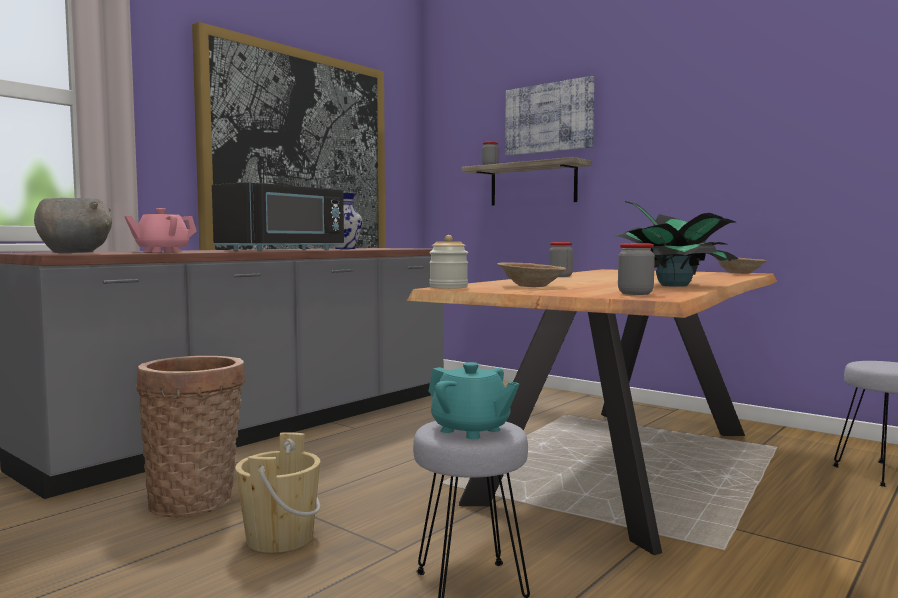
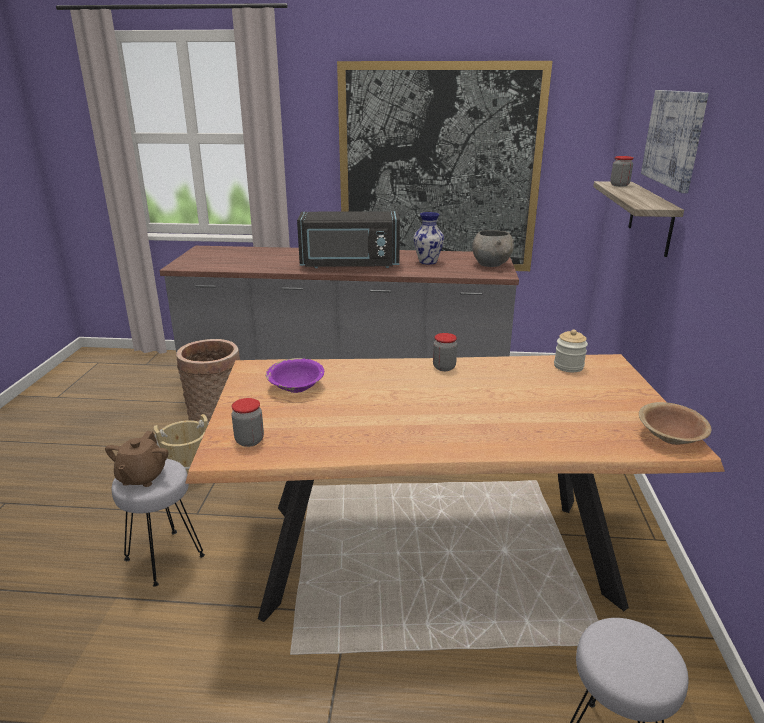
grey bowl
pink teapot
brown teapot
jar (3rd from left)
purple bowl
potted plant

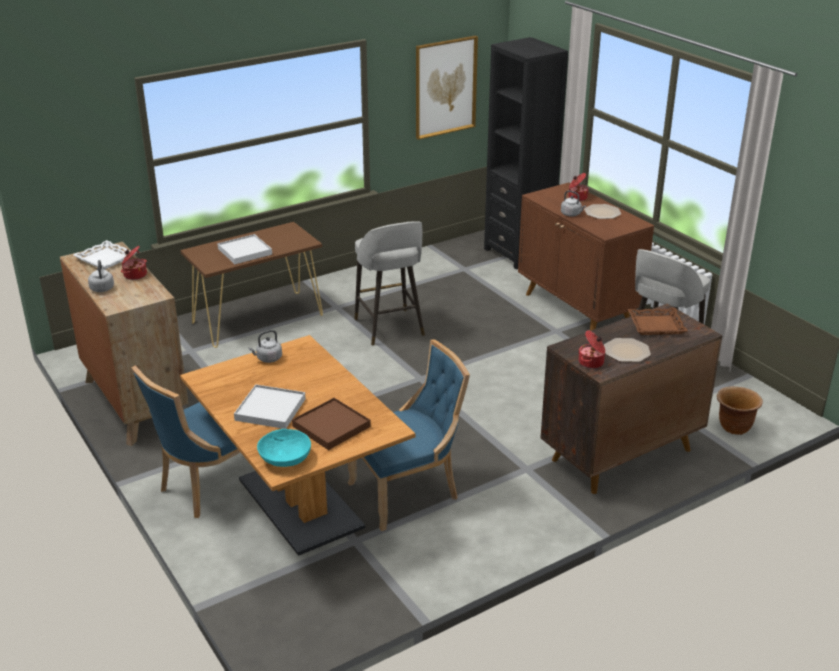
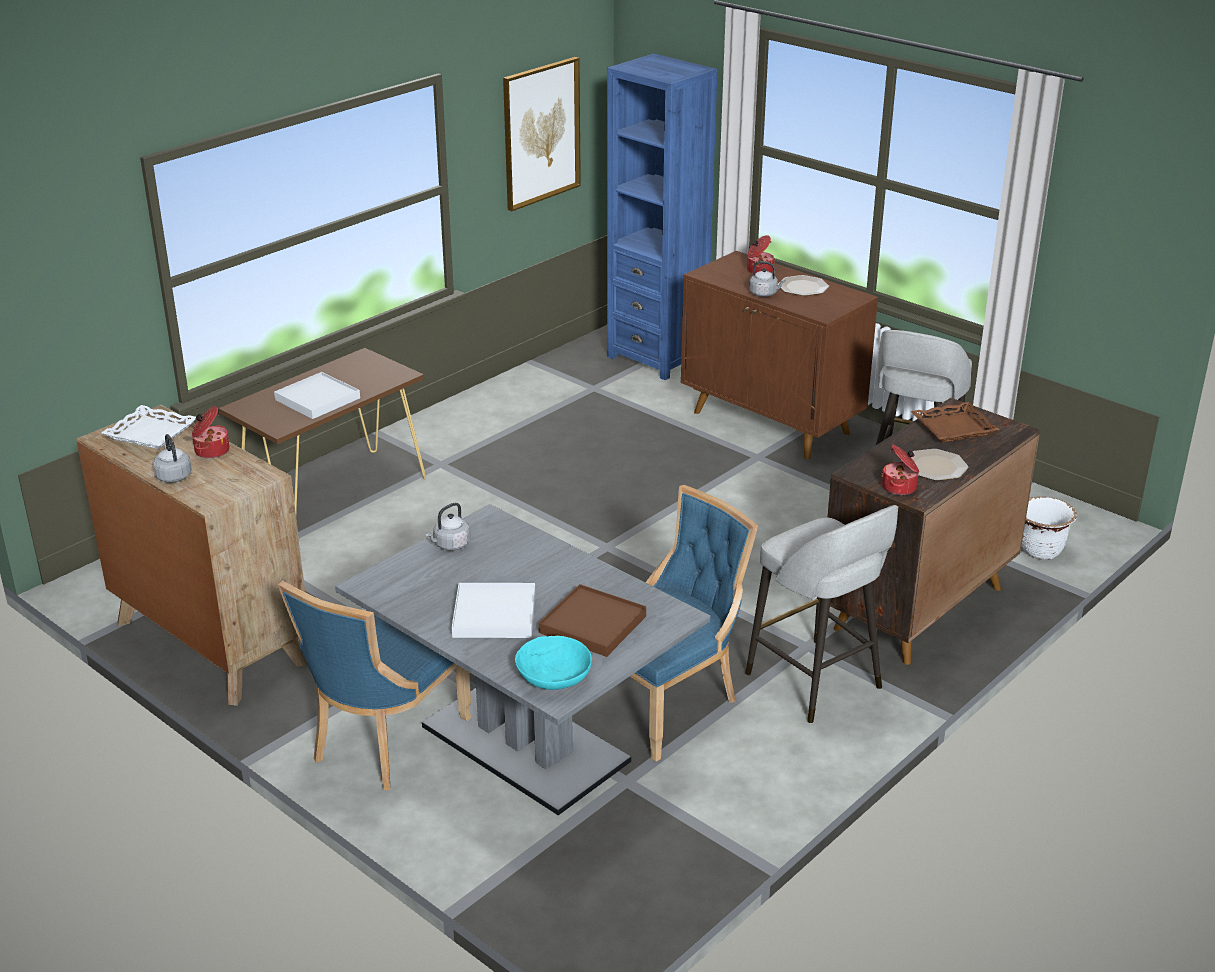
grey dining table
grey stool (1st from left)
blue bookcase
white planter

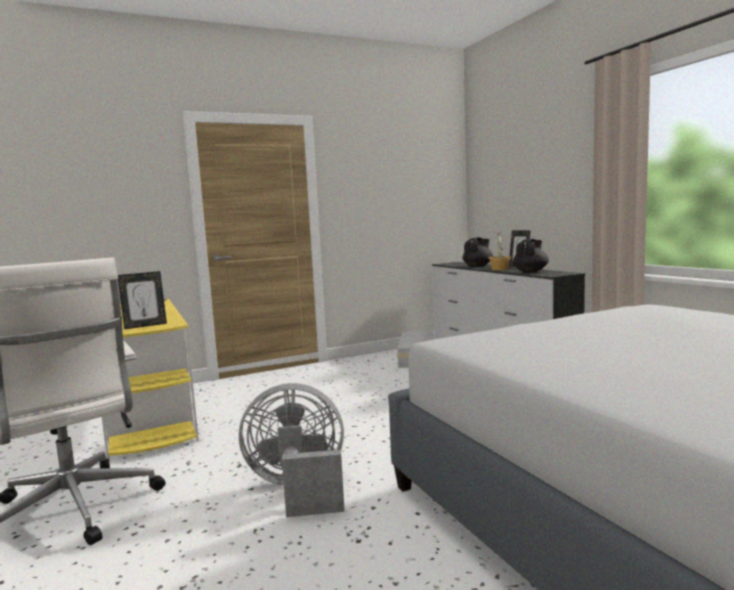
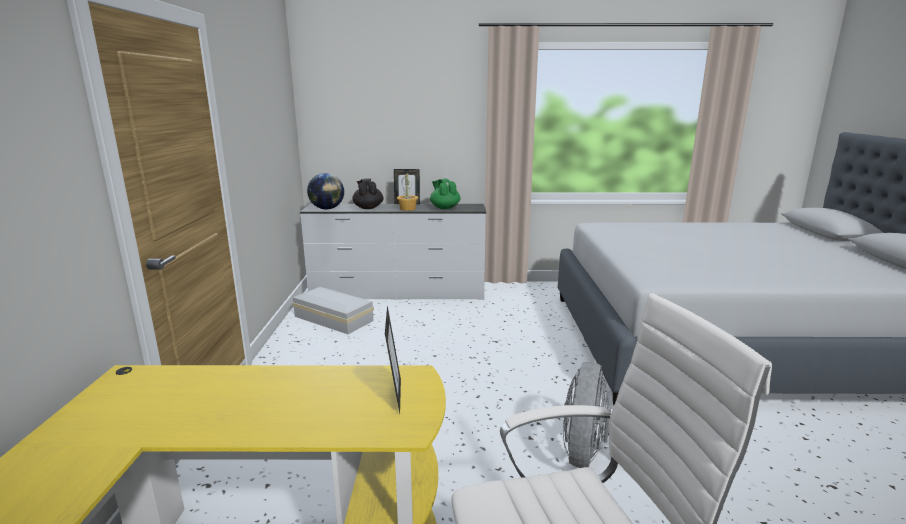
green teapot
globe

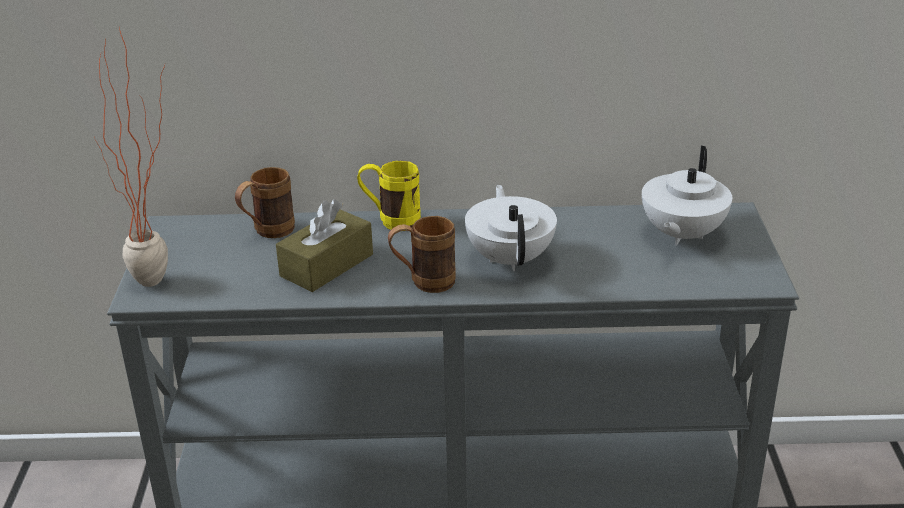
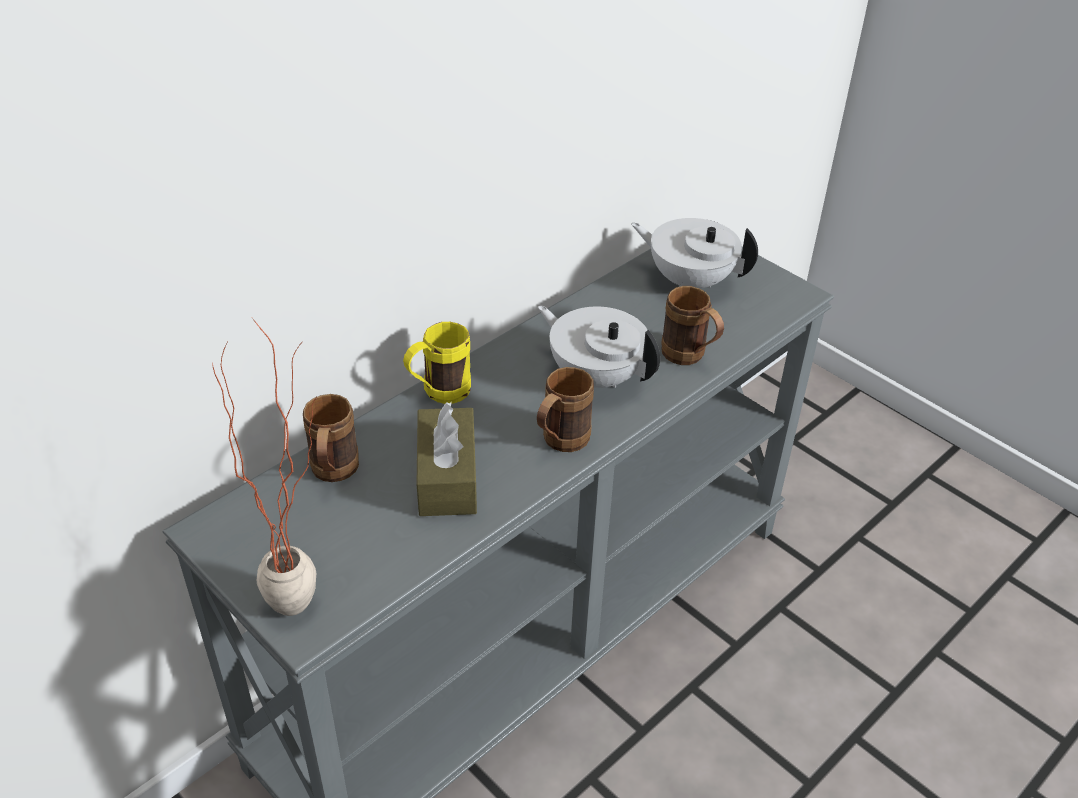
white teapot (2nd from left)
brown mug (3rd from left)

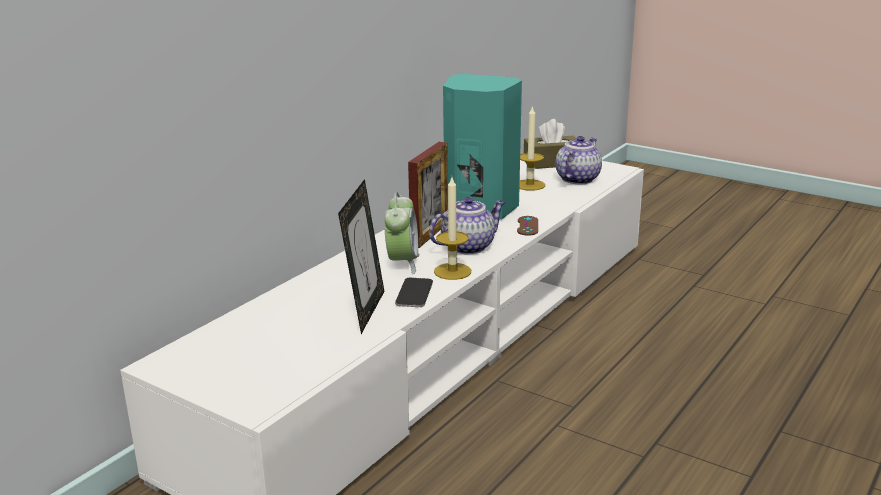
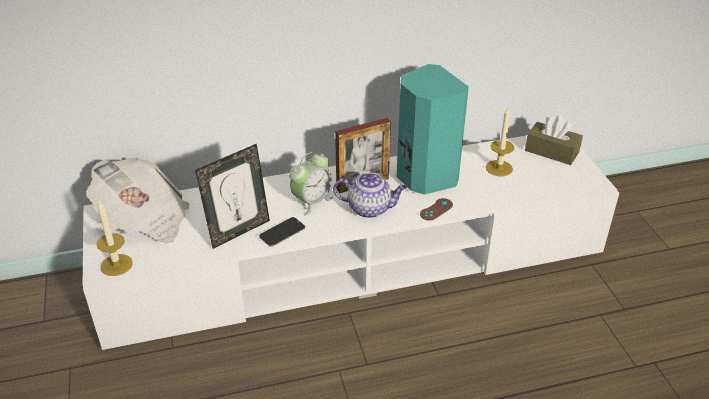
candle (1st from left)
teapot (2nd from left in the first image)
newspaper

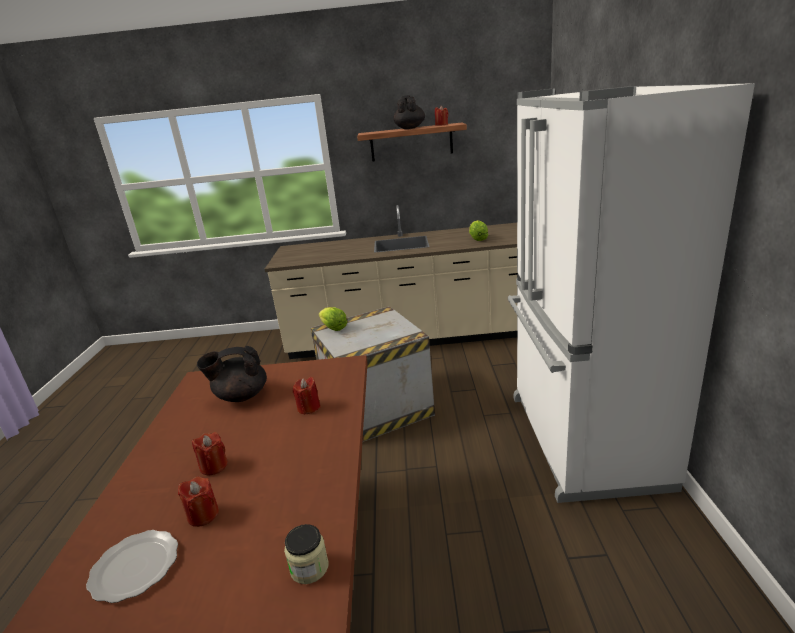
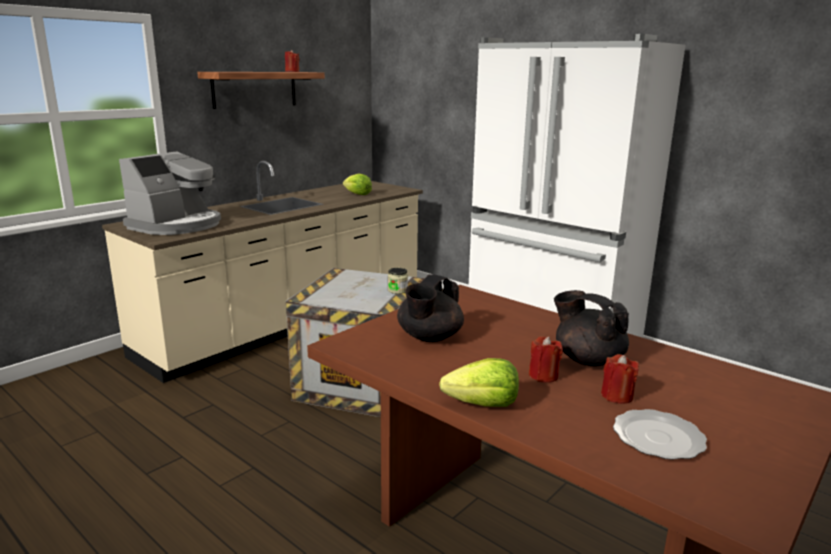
jar
red candle (3rd from left in the first image)
lettuce (2nd from left)
black teapot (2nd from left)
coffee machine

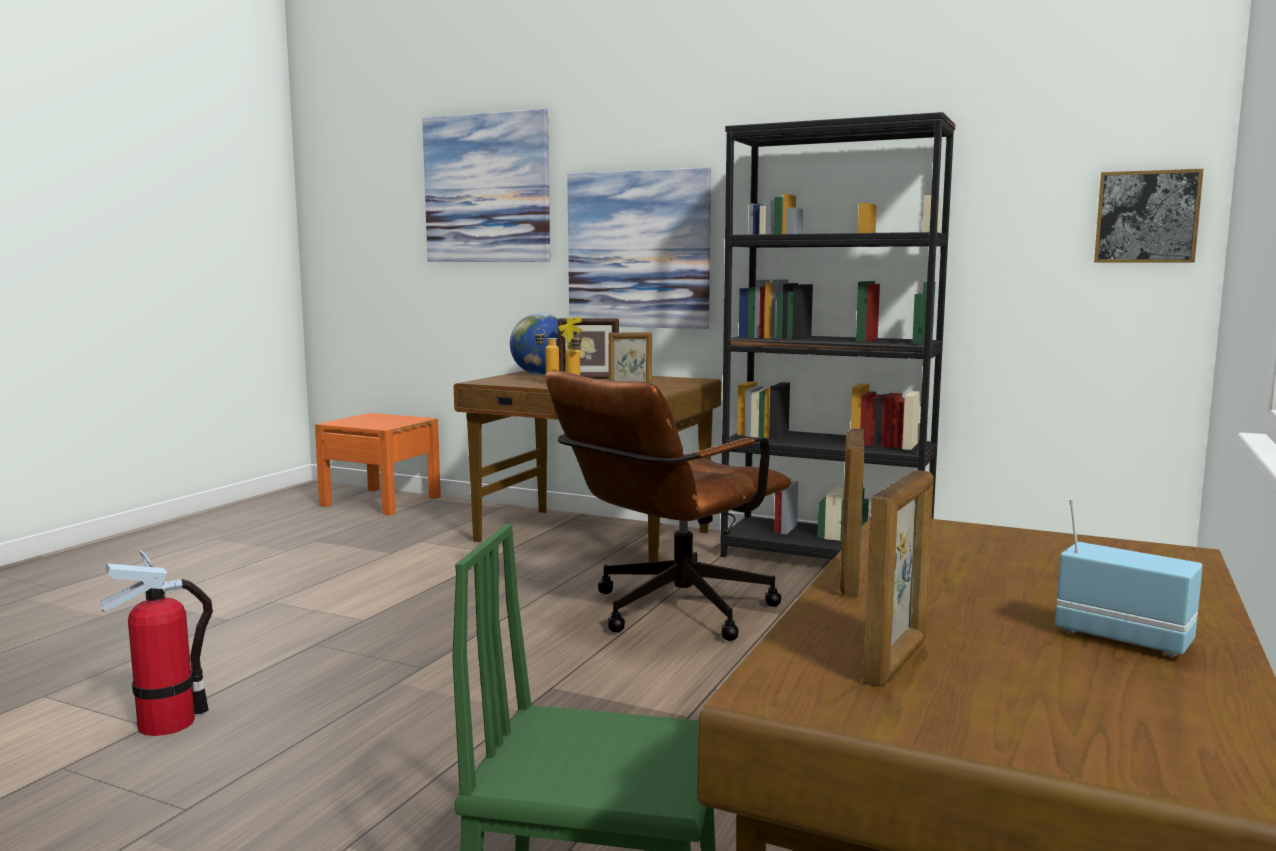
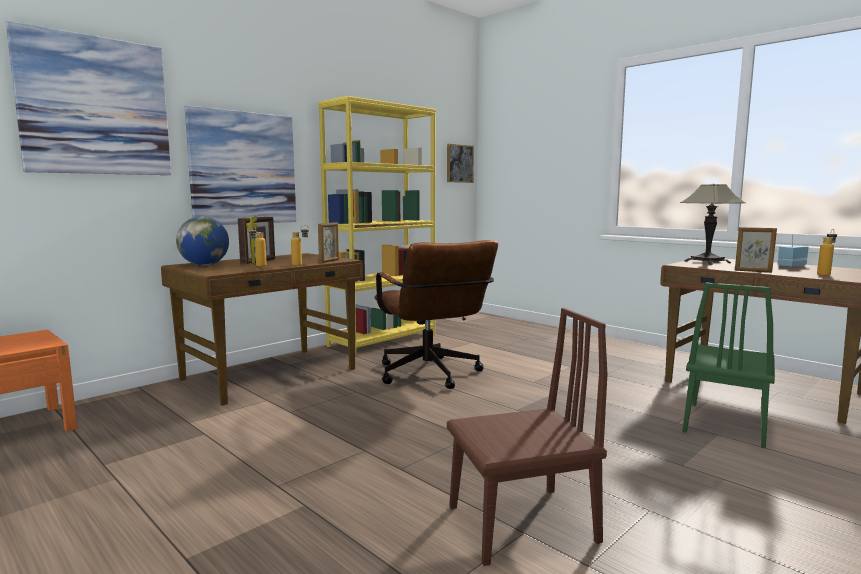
brown chair
yellow bookcase
bottle (3rd from left)
table lamp

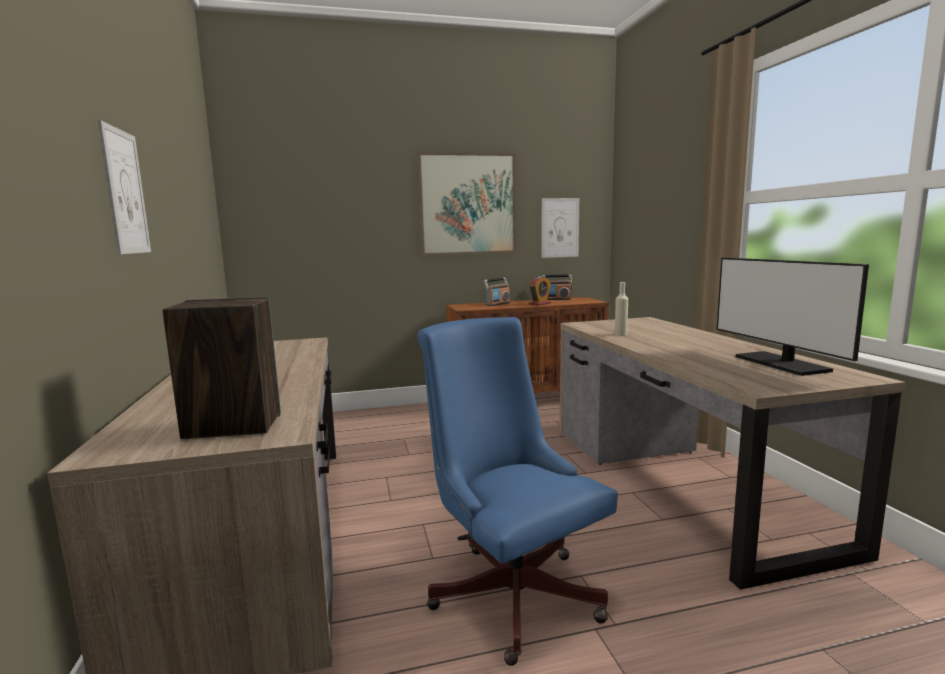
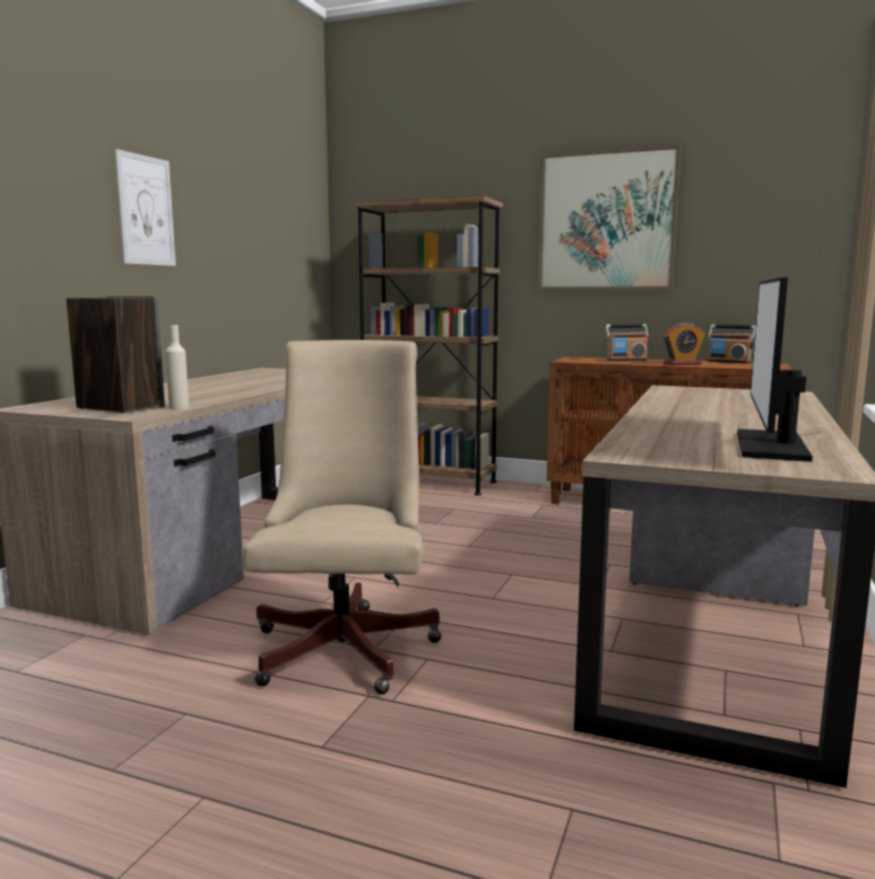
beige office chair
picture (3rd from left in the first image)
beige bottle
brown bookcase

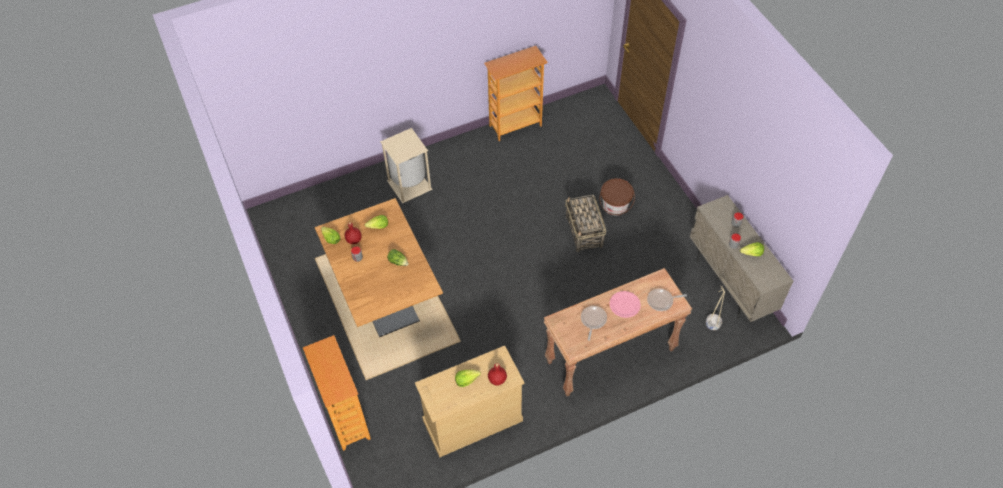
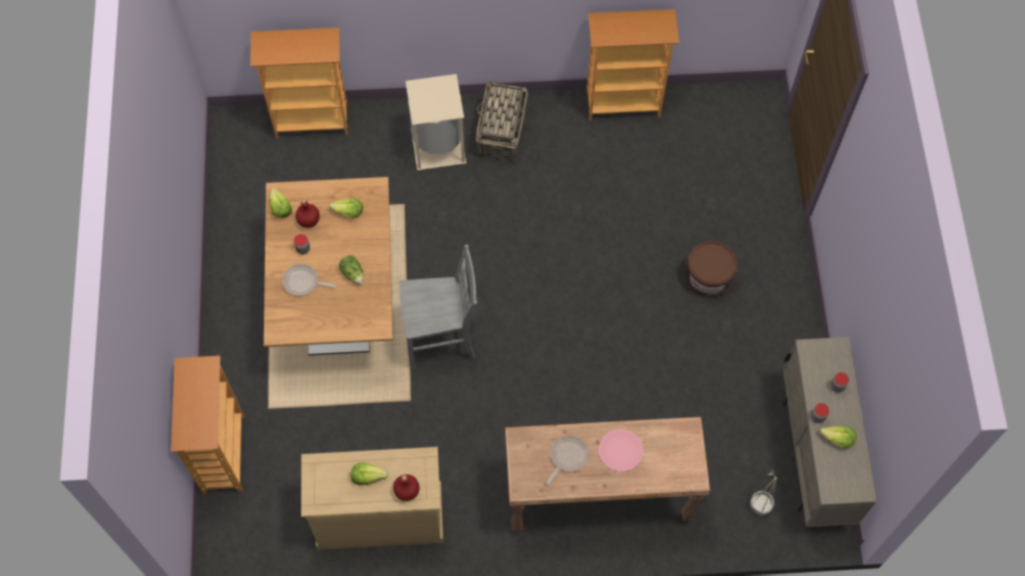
basket
frying pan (1st from left)
bookcase (2nd from left)
grey chair

